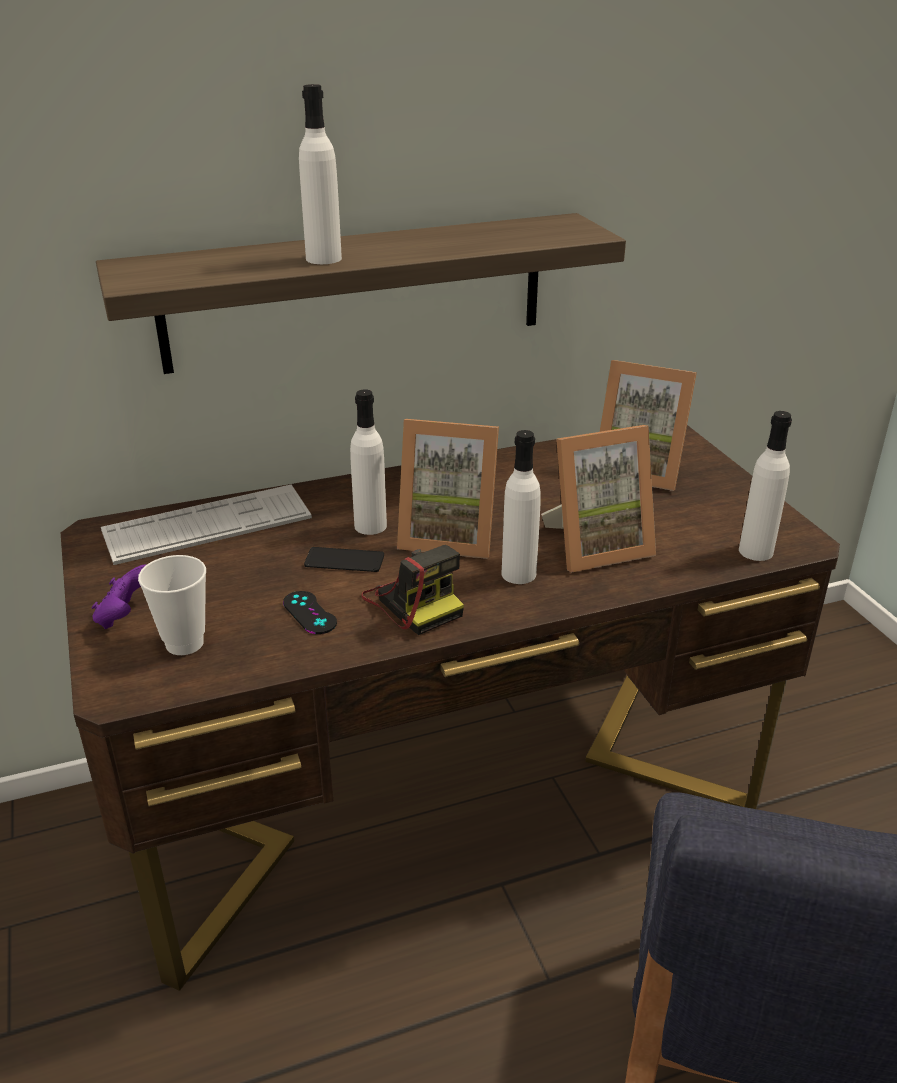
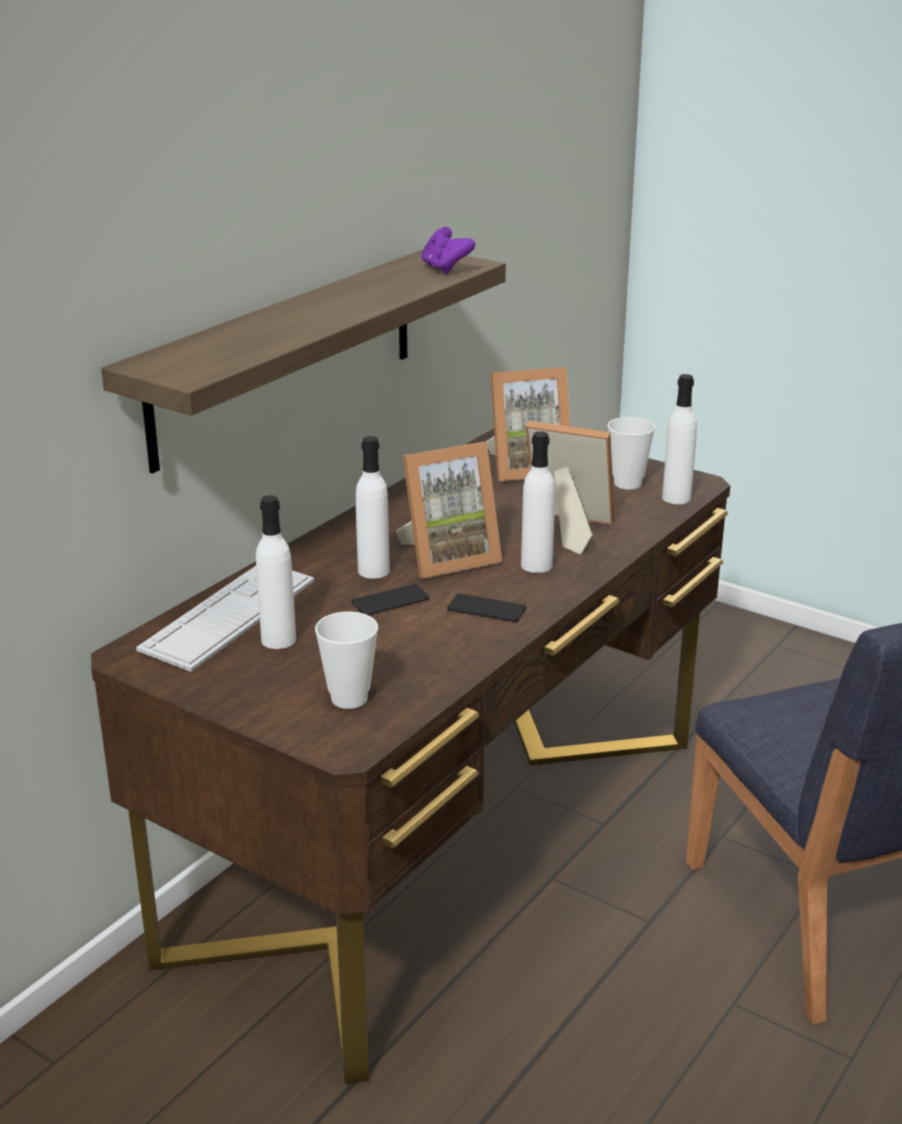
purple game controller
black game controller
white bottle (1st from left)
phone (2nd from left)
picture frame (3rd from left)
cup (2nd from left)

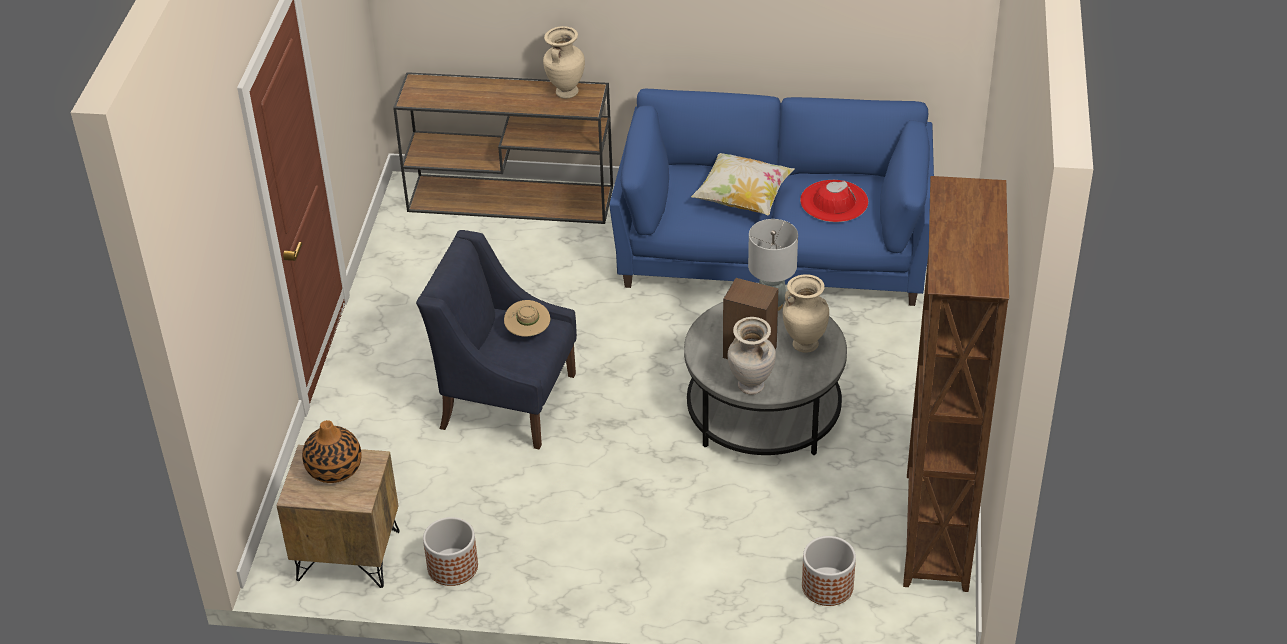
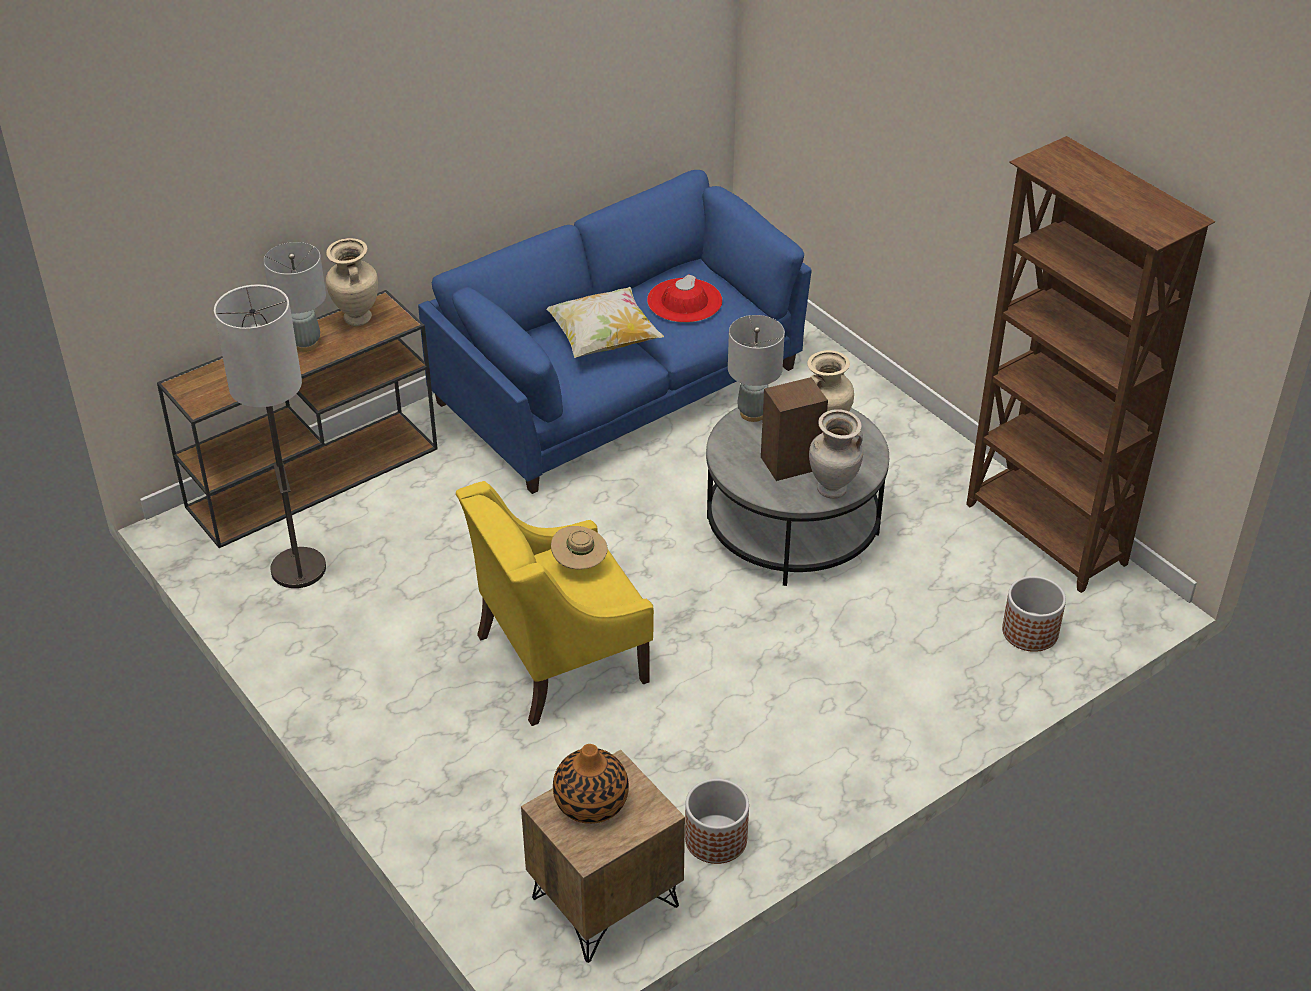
yellow armchair
floor lamp
grey table lamp (1st from left)

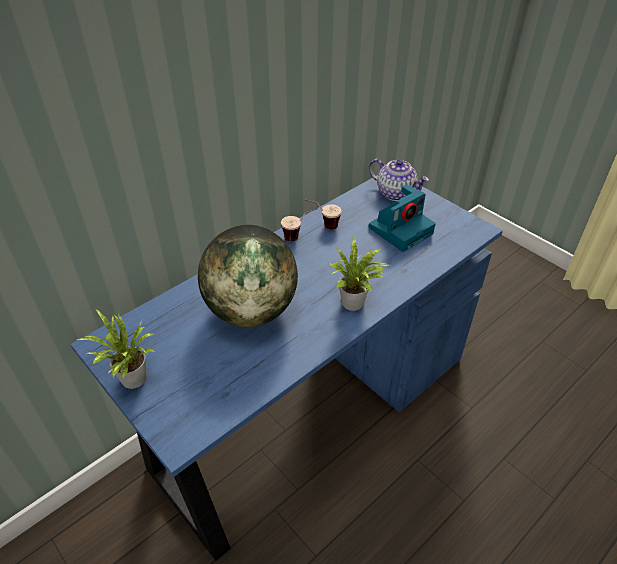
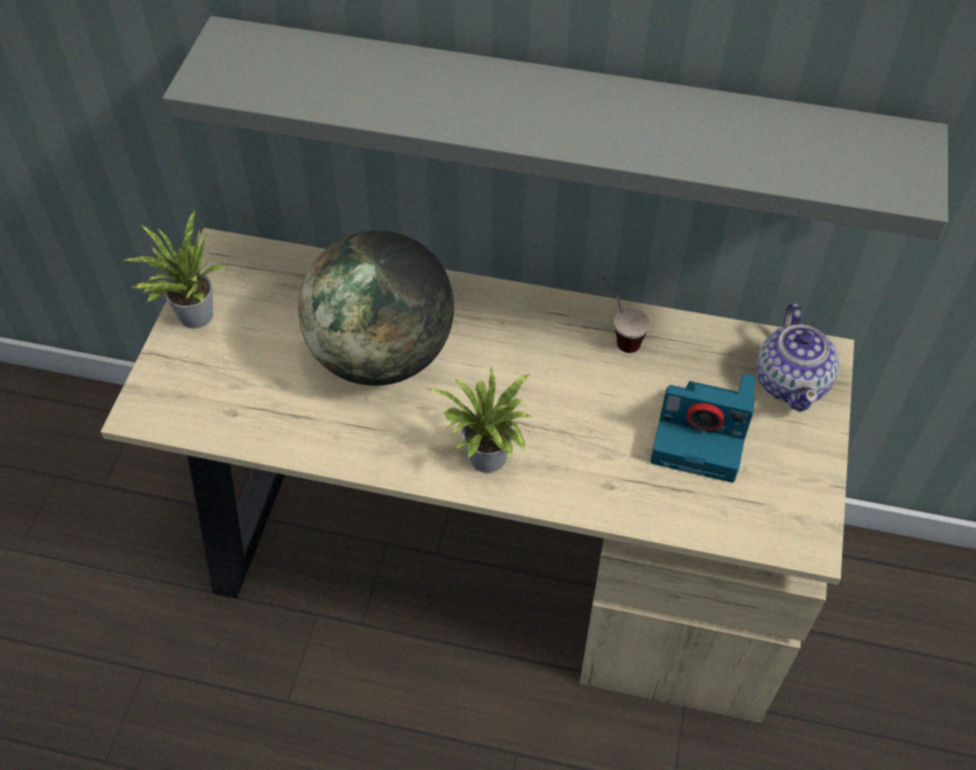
beige desk
cup (1st from left in the first image)
grey shelf

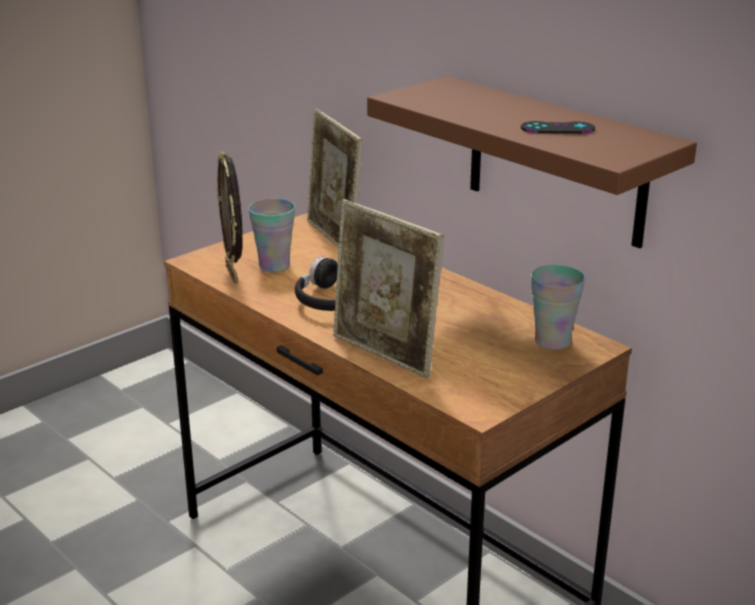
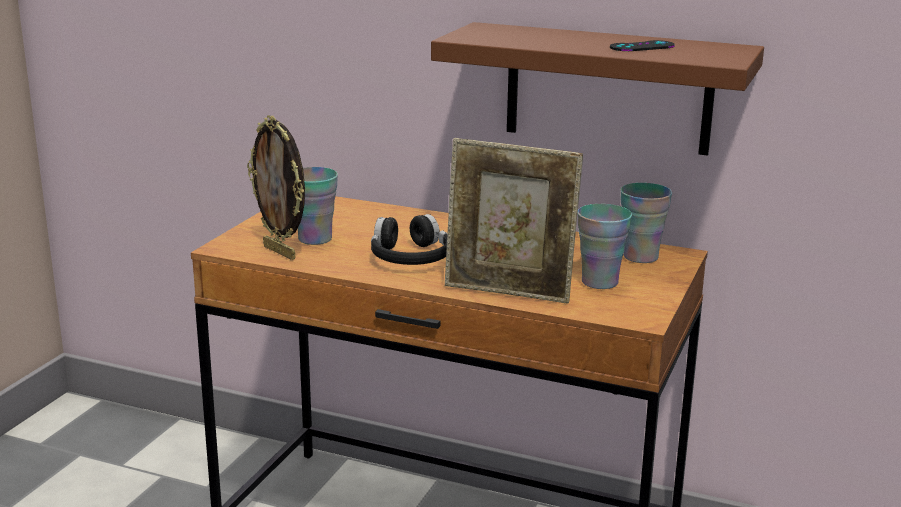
picture frame (2nd from left in the first image)
cup (2nd from left)

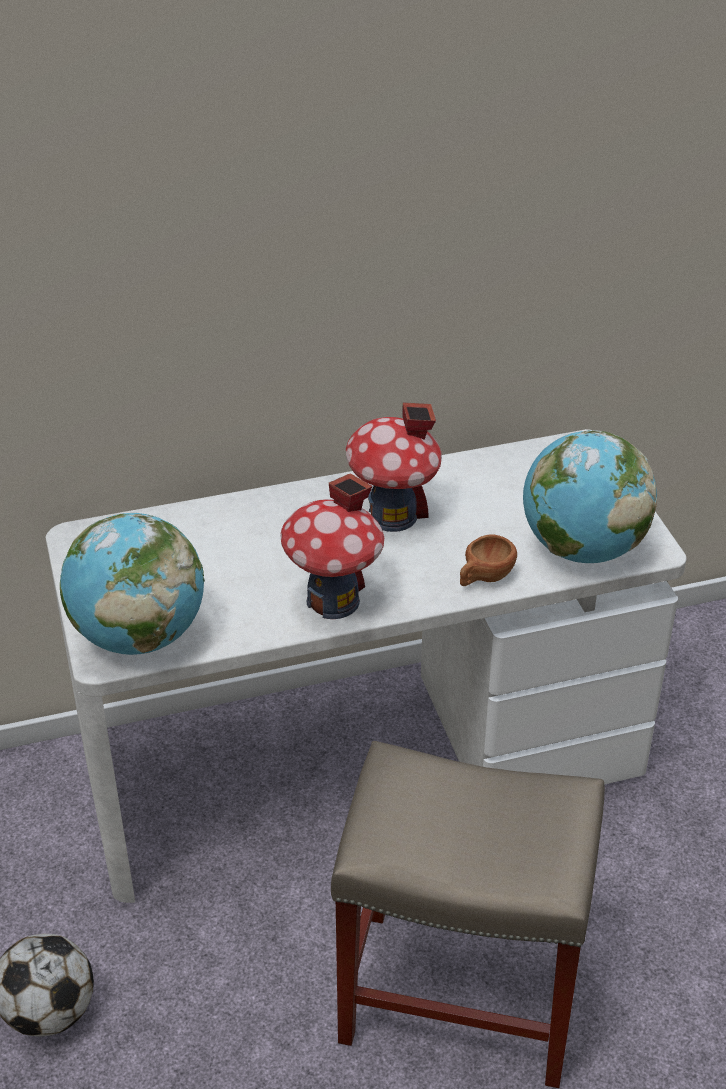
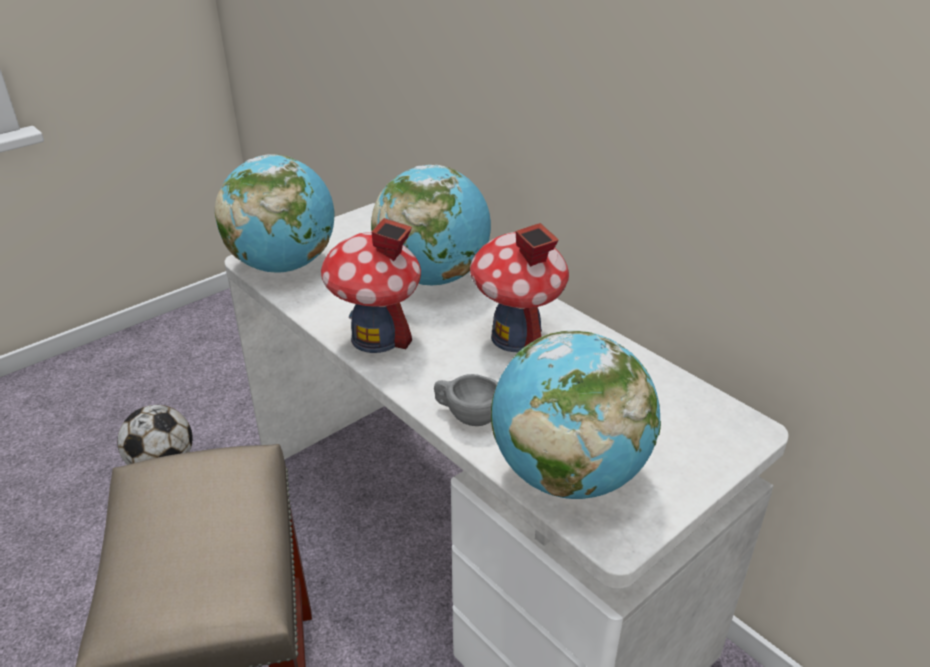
grey cup
globe (2nd from left)

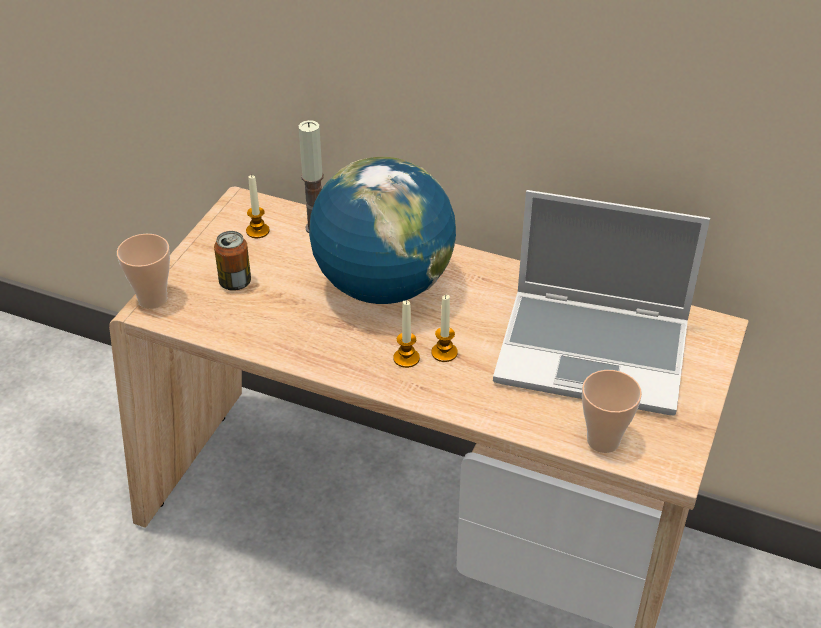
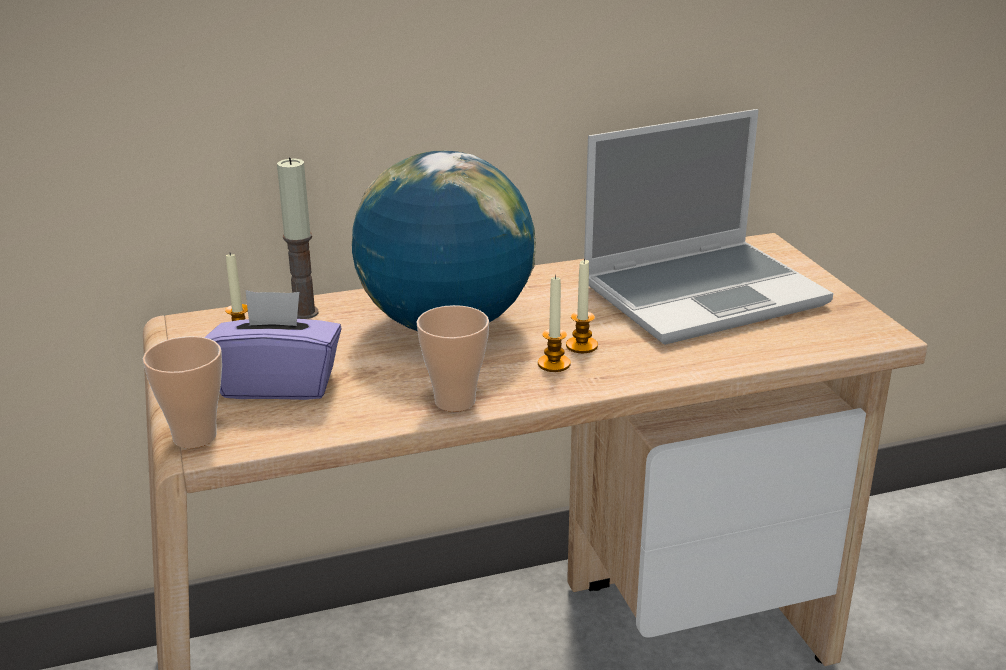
purple tissue box
cup (2nd from left)

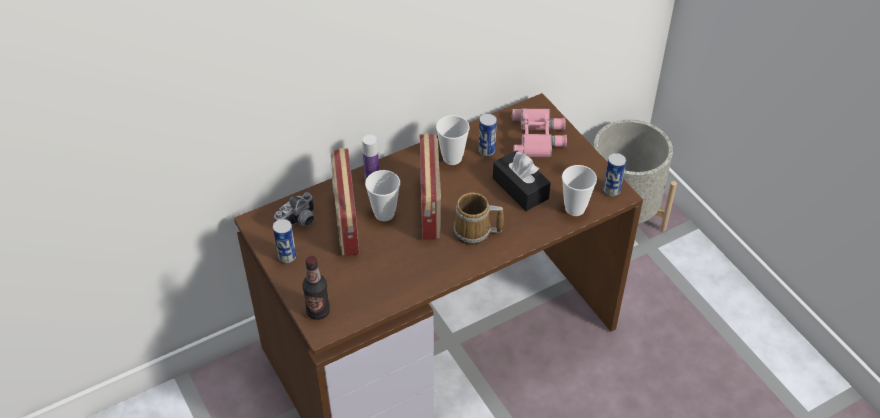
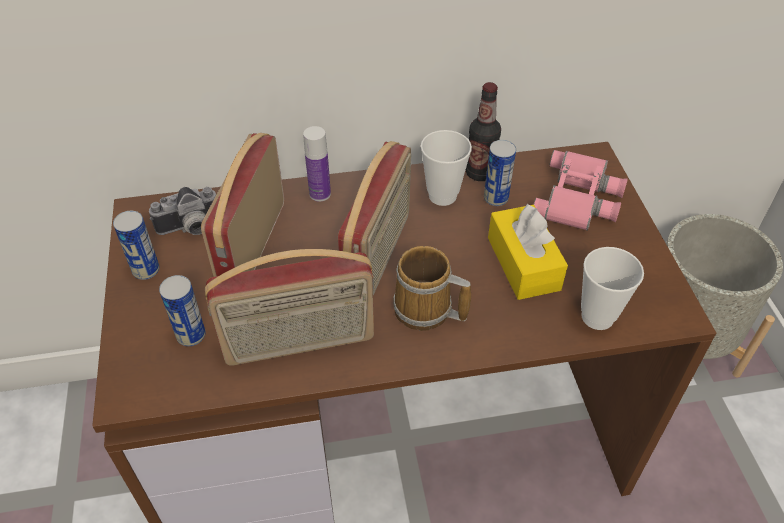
bottle (2nd from left)
cup (1st from left in the first image)
yellow tissue box
can (2nd from left)
radio (2nd from left)

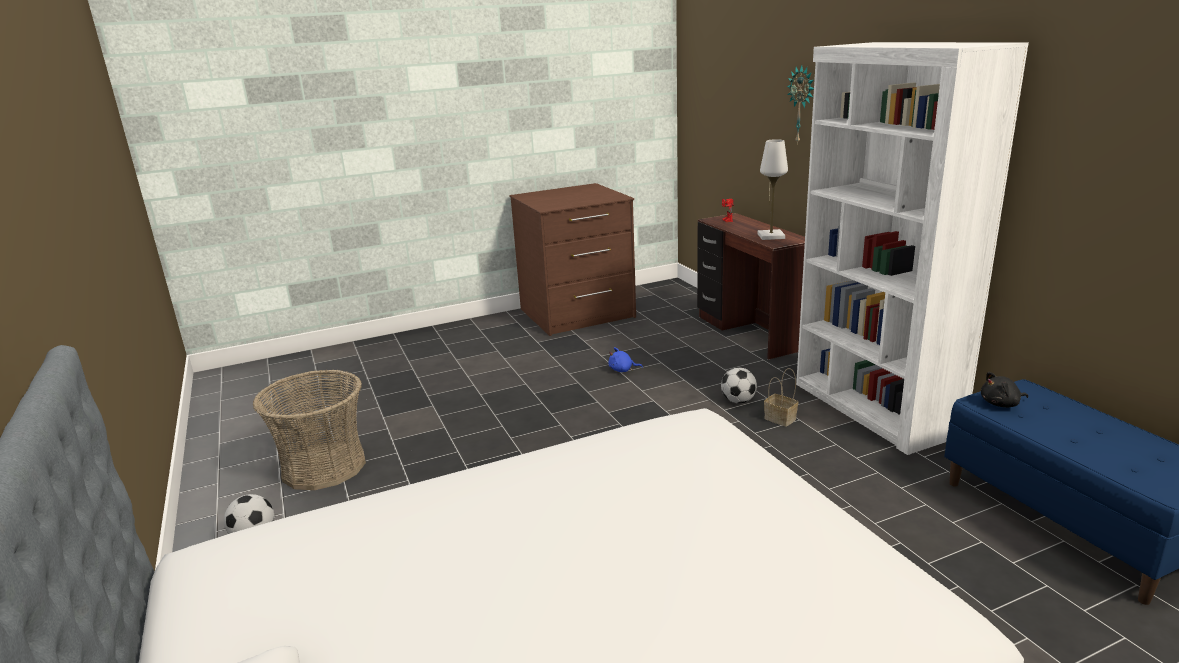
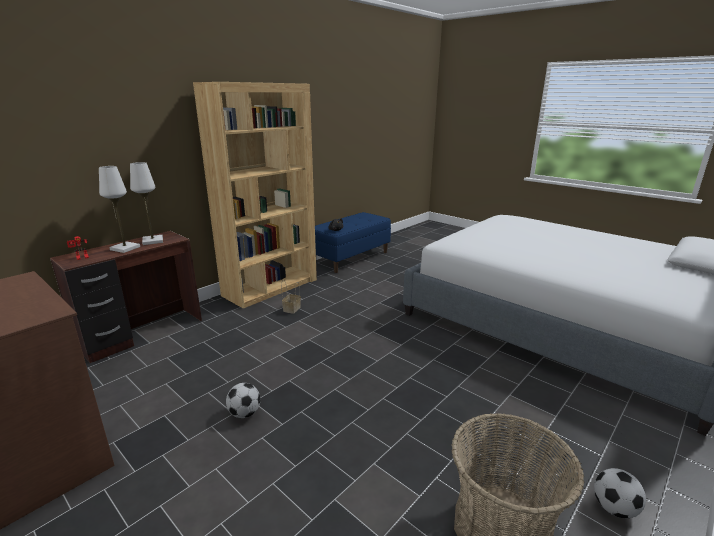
blue plush toy
football (1st from left)
wall clock
brown bookcase
white table lamp (1st from left)

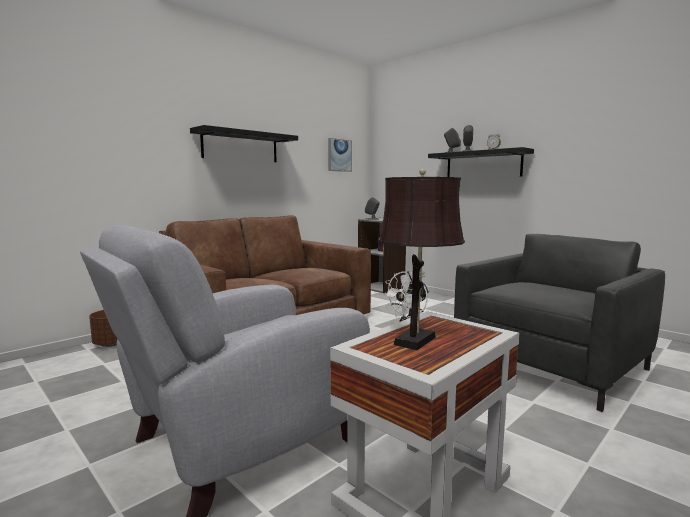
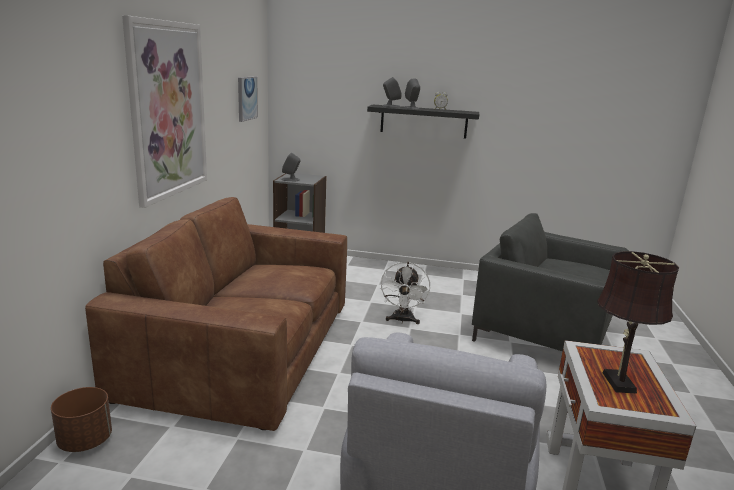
picture (1st from left)
grey armchair (2nd from left)

